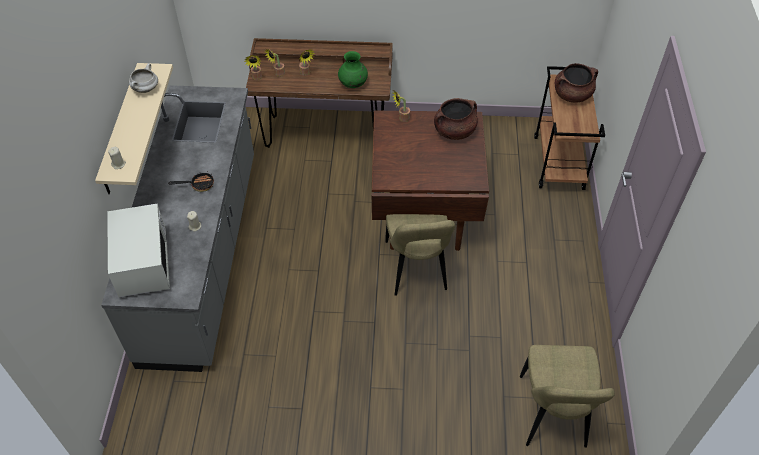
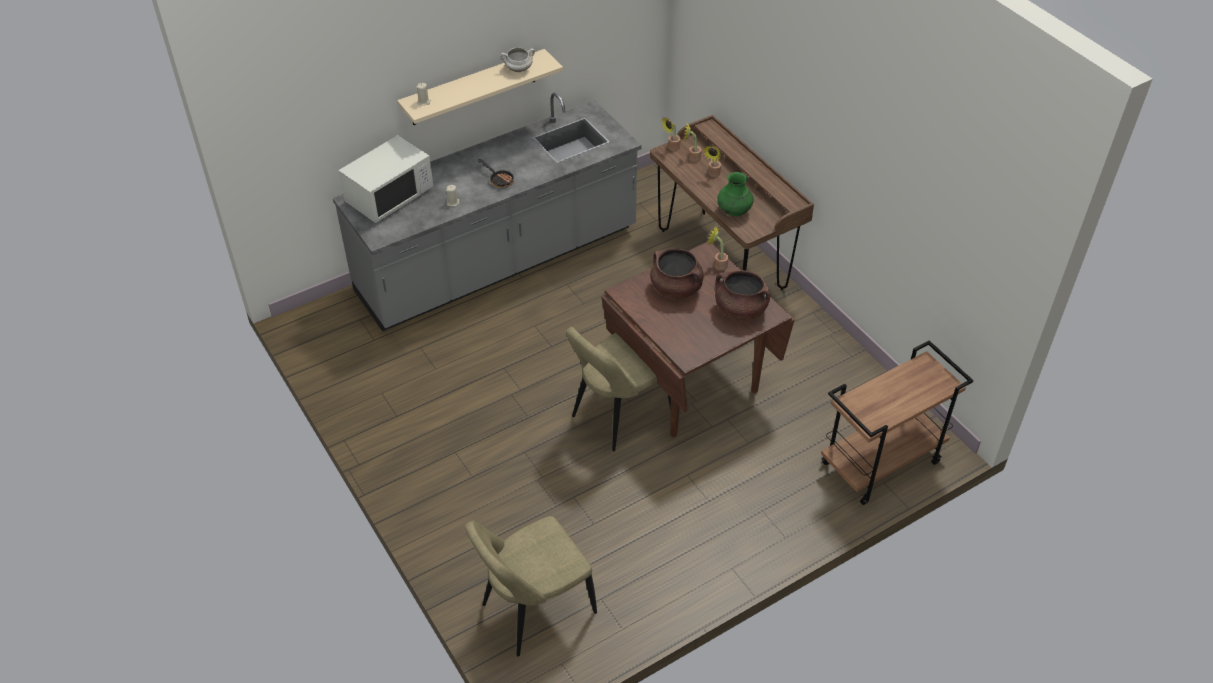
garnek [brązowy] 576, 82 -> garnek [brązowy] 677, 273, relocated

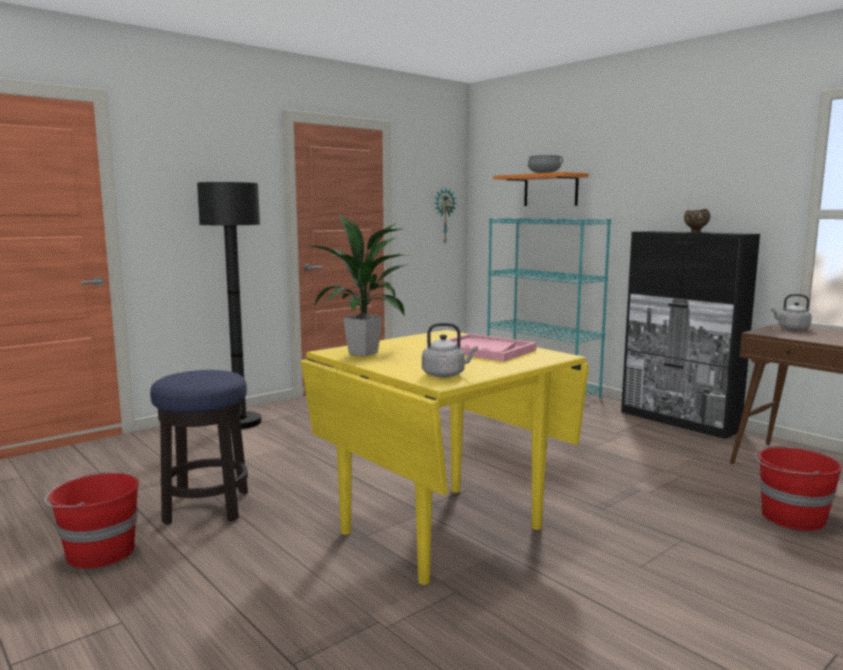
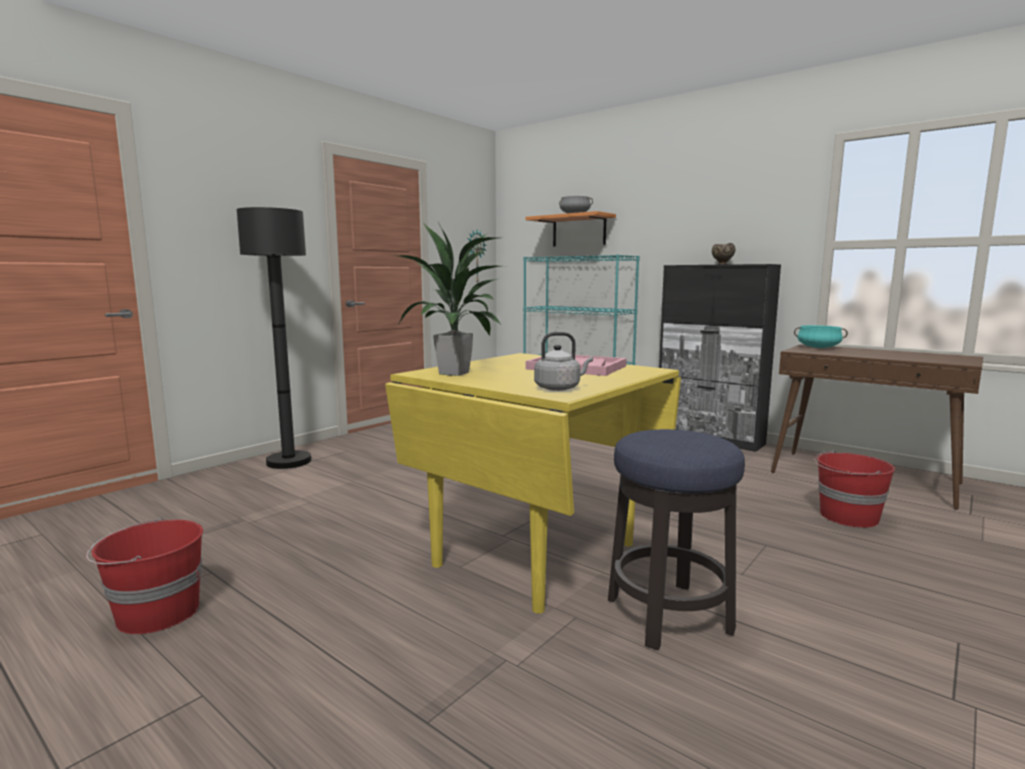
czajnik [szary] 791, 312 -> garnek [turkusowy] 821, 336
stołek 199, 447 -> stołek 676, 539, relocated

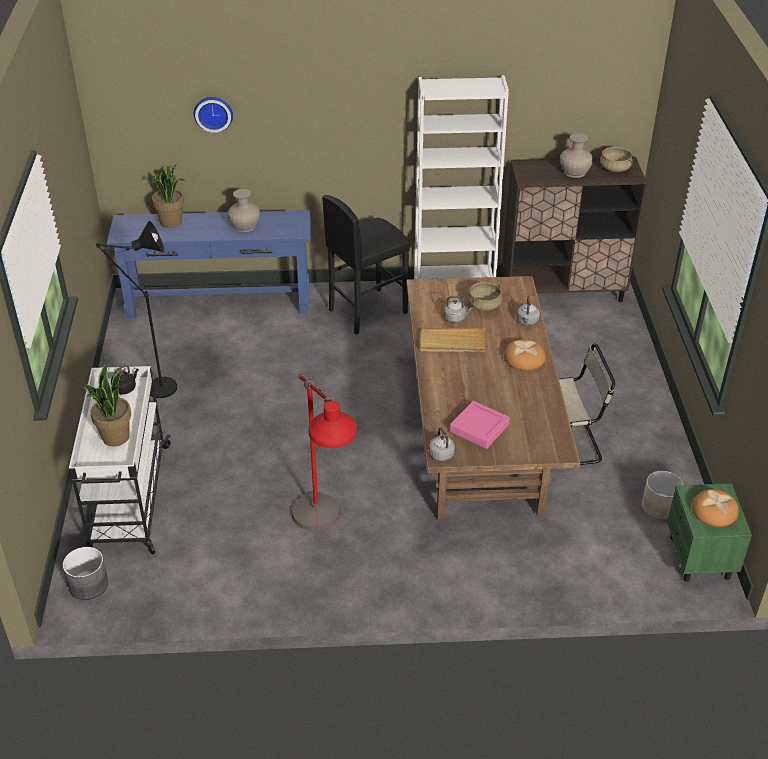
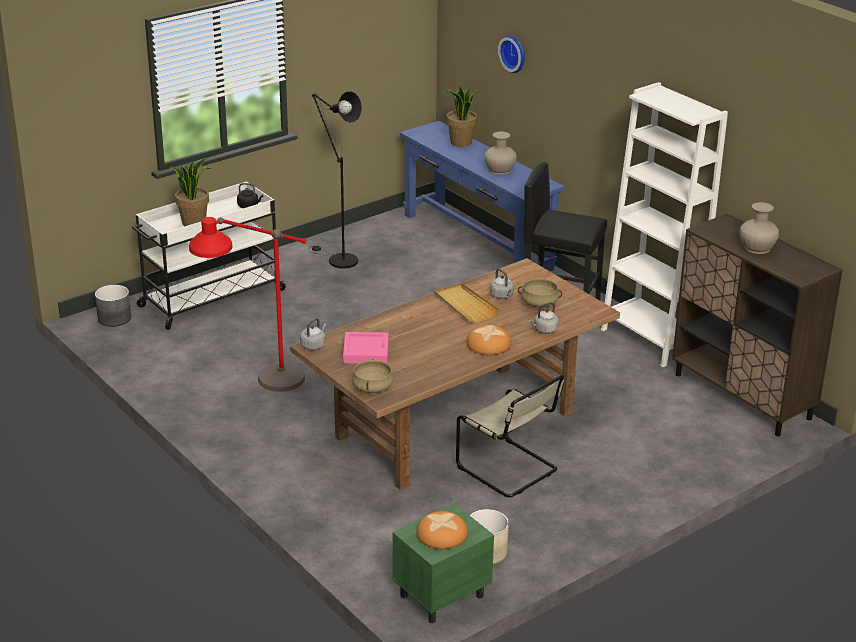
garnek [beżowy] 616, 159 -> garnek [beżowy] 372, 376, relocated

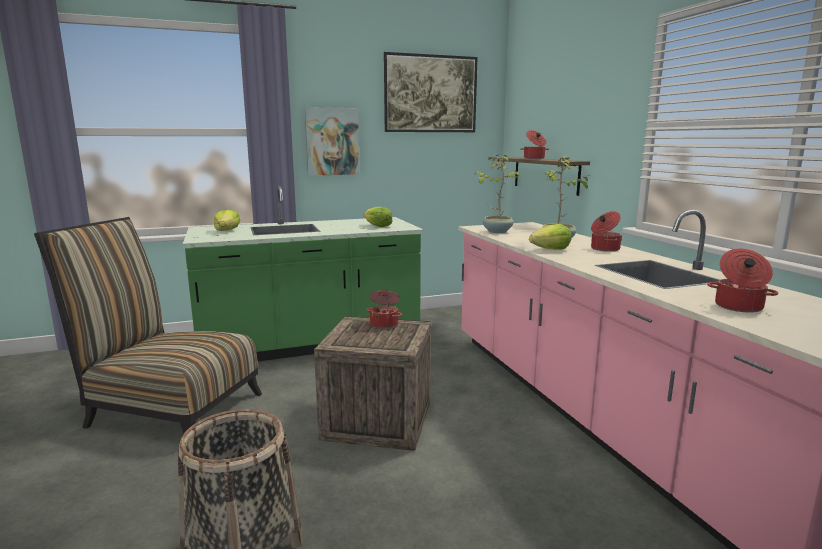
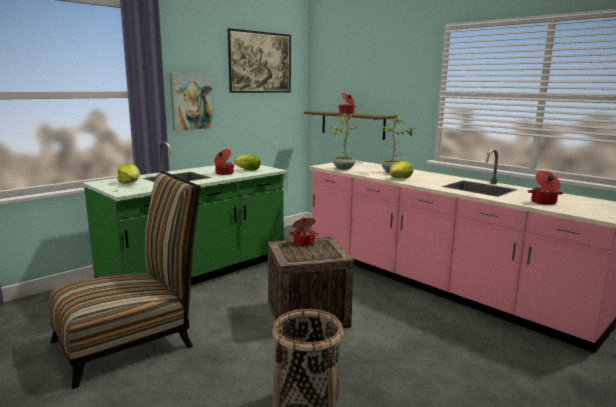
garnek 606, 231 -> garnek 224, 162, relocated
krzesło 148, 325 -> krzesło 124, 280, 150 degrees clockwise

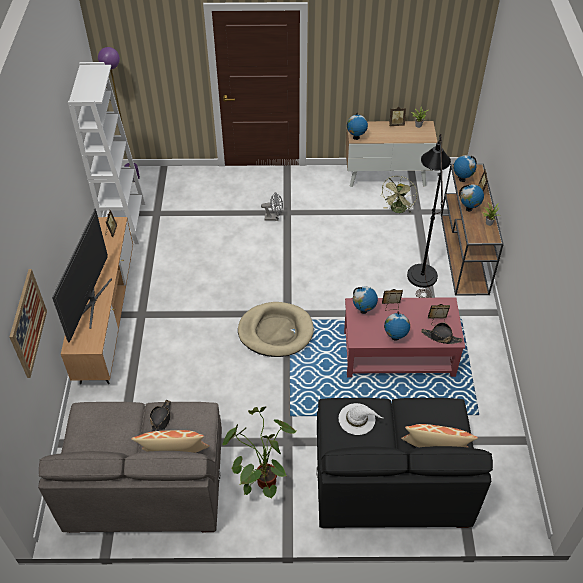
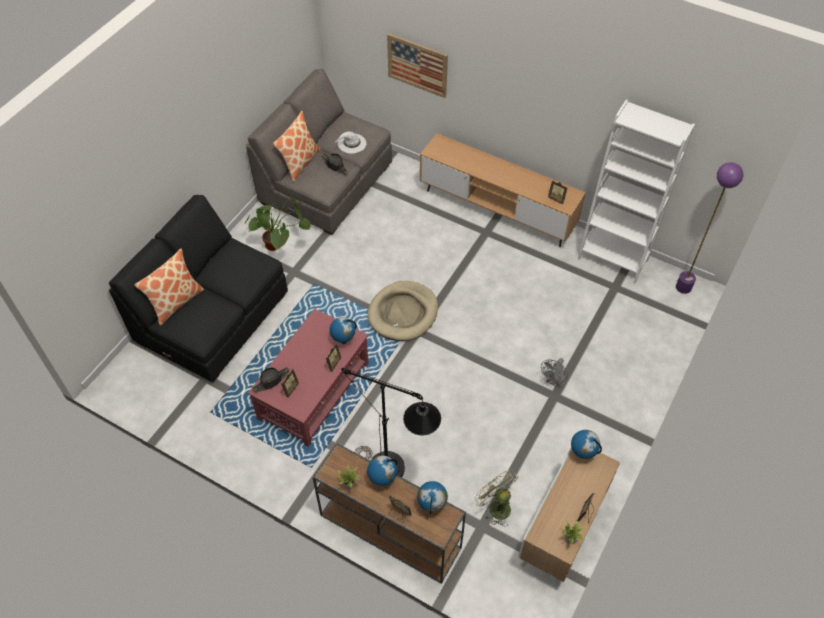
telewizor 82, 275 -> none
globus 397, 326 -> none
kapelusz [biały] 361, 419 -> kapelusz [biały] 350, 142, relocated

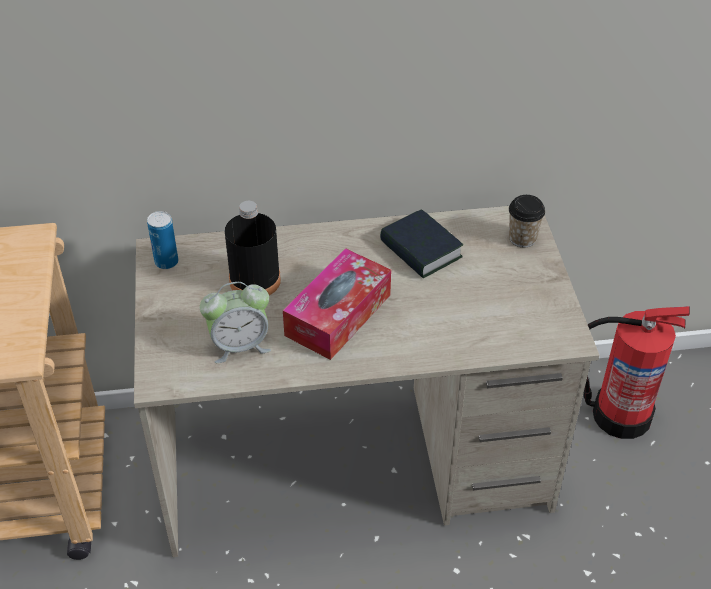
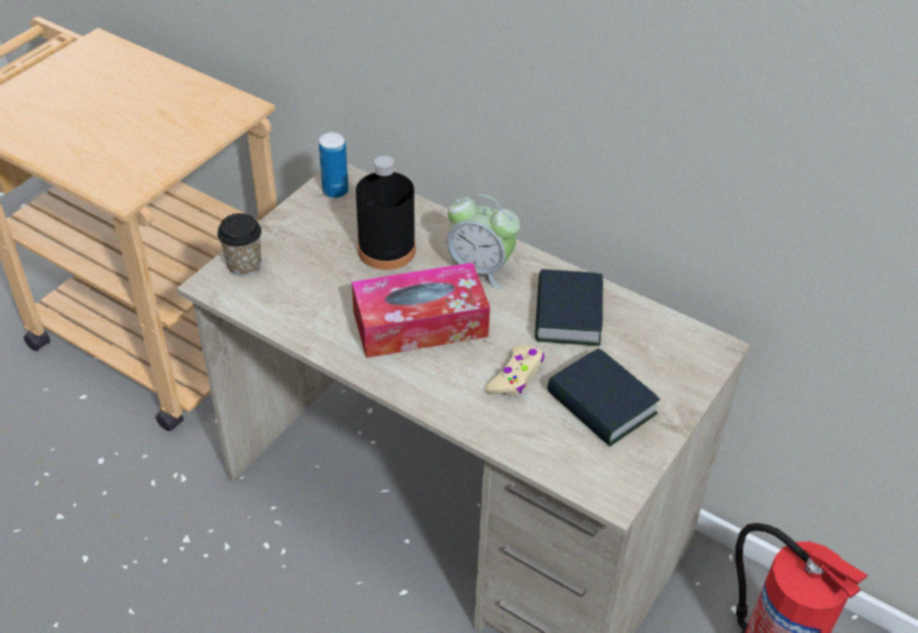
filiżanka 527, 221 -> filiżanka 239, 245, relocated
budzik 235, 322 -> budzik 483, 241, relocated
none -> pad do gier [beżowy] 514, 370
none -> książka 603, 397

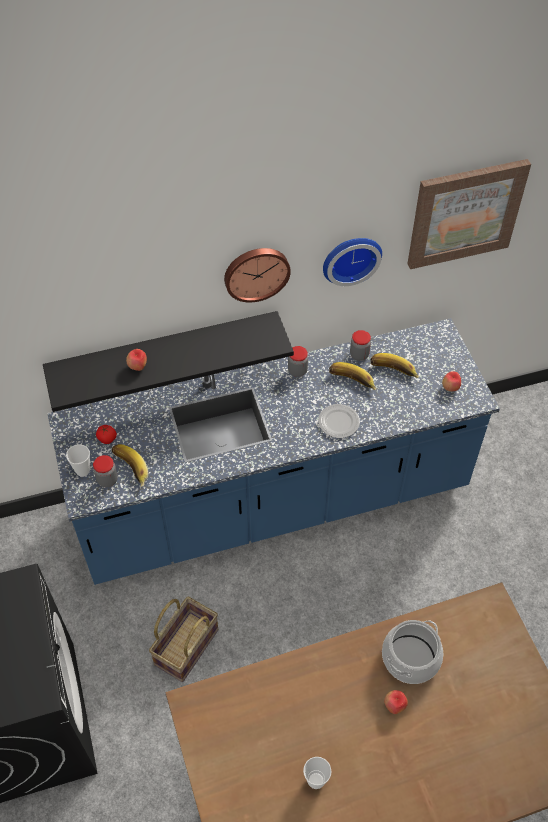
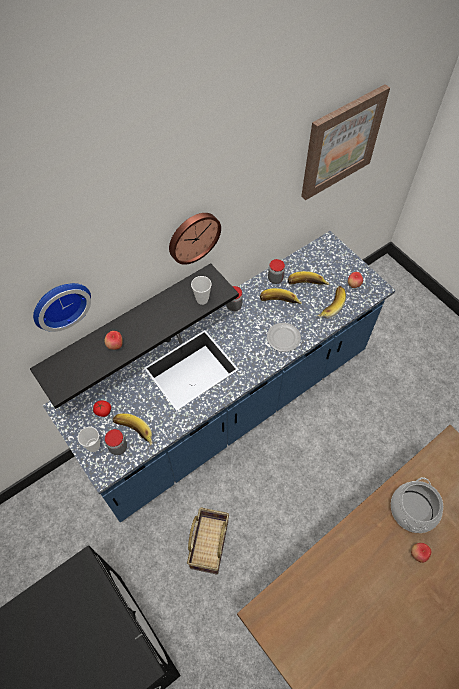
zegar ścienny 352, 262 -> zegar ścienny 62, 307, relocated
filiżanka 317, 773 -> filiżanka 201, 290, relocated
none -> banan 332, 302

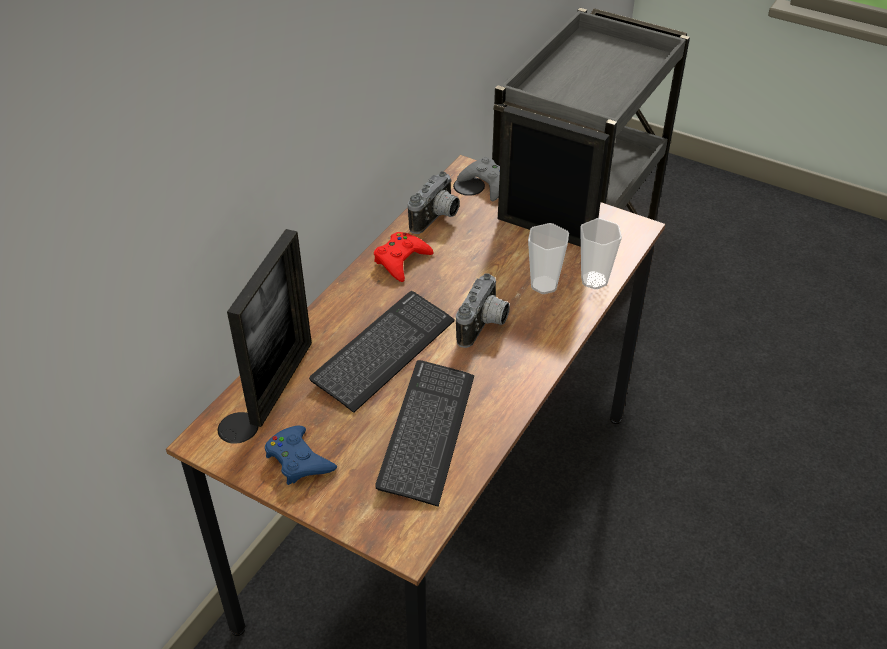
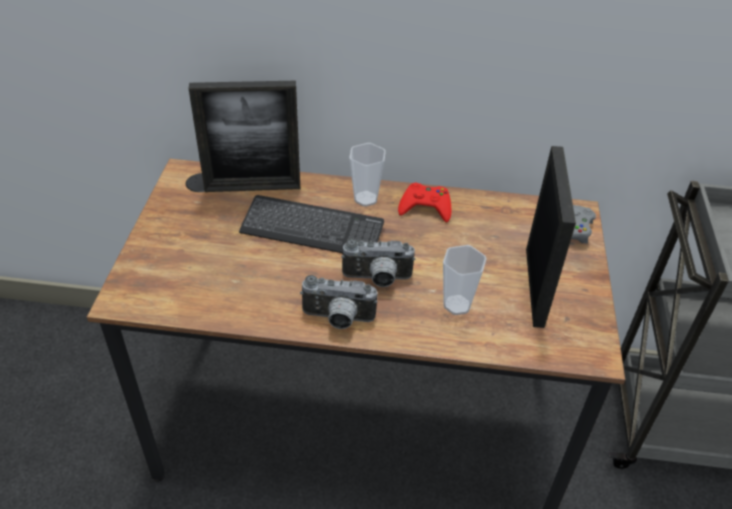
aparat fotograficzny 434, 202 -> aparat fotograficzny 339, 302, relocated
filiżanka 601, 253 -> filiżanka 367, 175, relocated
klawiatura 424, 433 -> none
pad do gier [niebieski] 301, 455 -> none

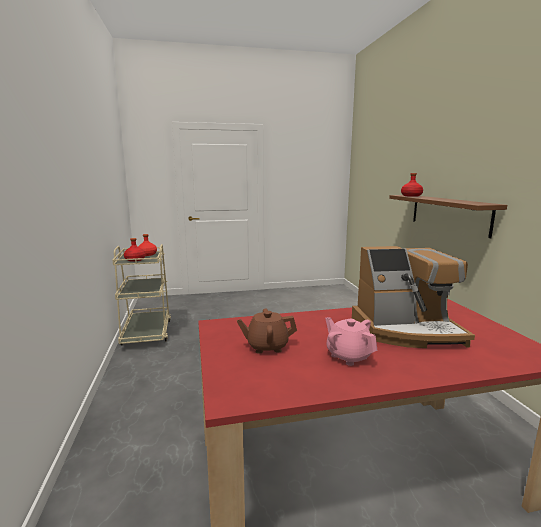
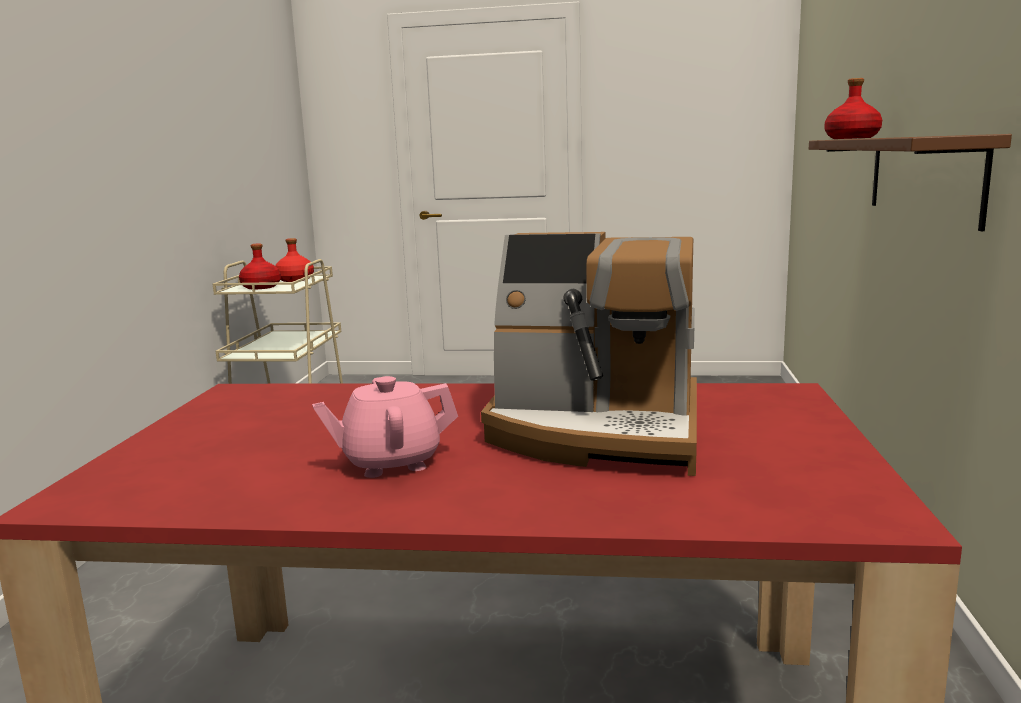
imbryk [brązowy] 267, 331 -> none
imbryk [różowy] 351, 341 -> imbryk [różowy] 385, 427, 90 degrees counterclockwise

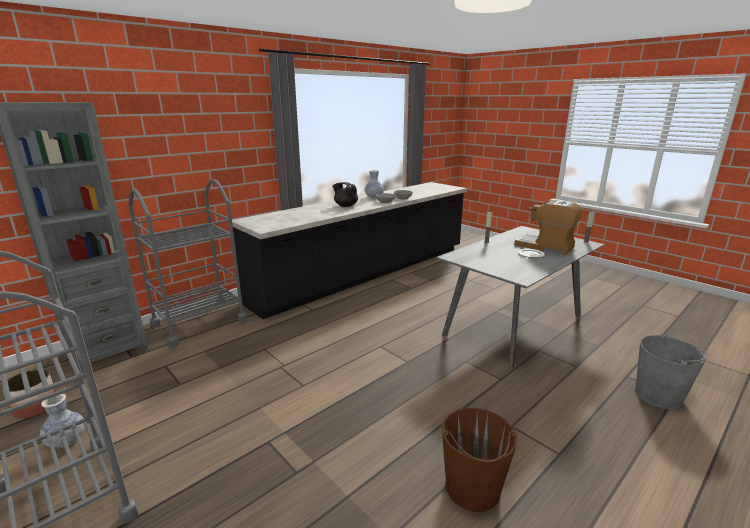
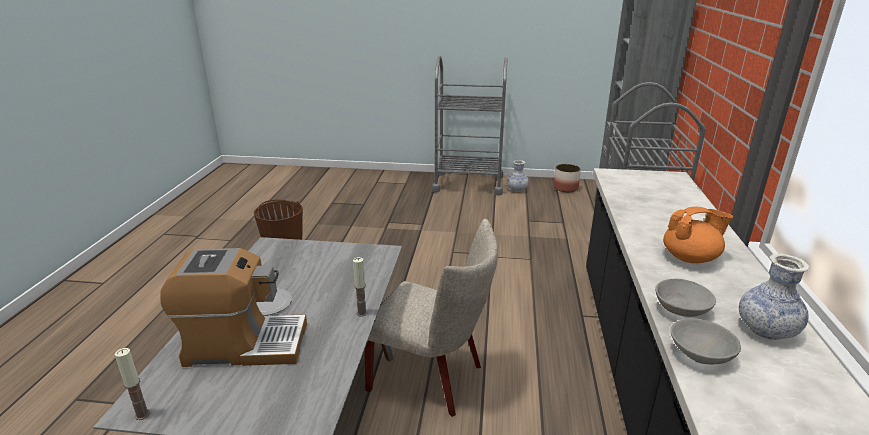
imbryk [czarny] 345, 194 -> imbryk [pomarańczowy] 698, 234
wiadro [szary] 671, 372 -> none
none -> krzesło [beżowy] 431, 318

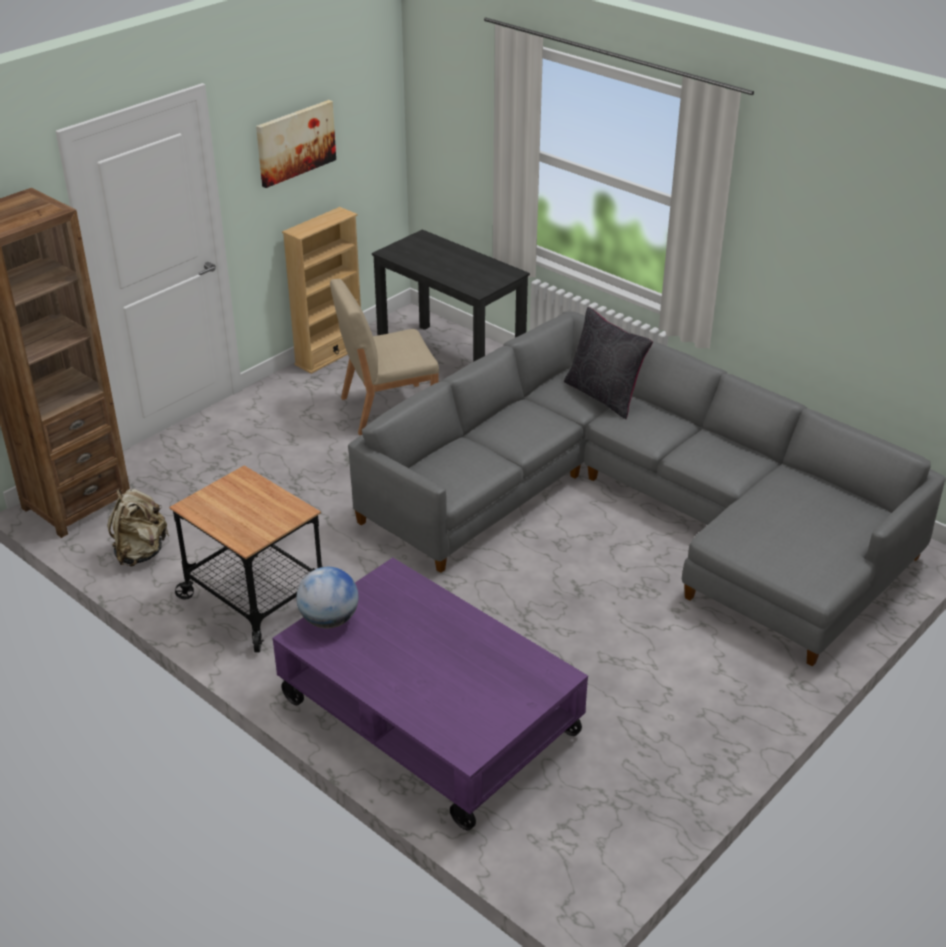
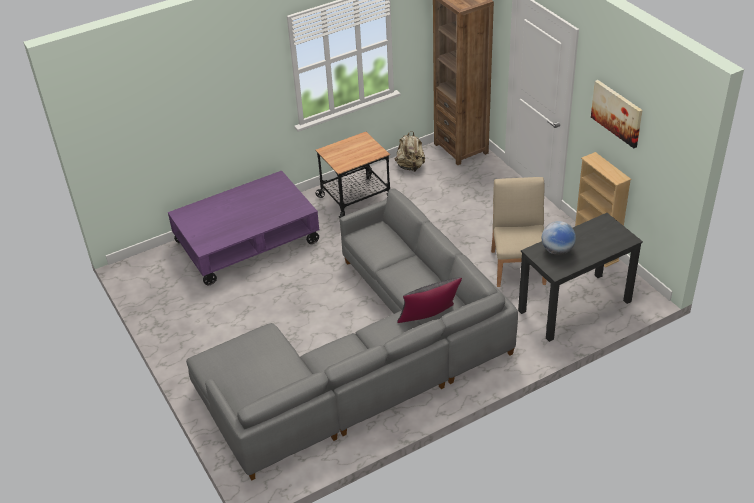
globus 327, 597 -> globus 559, 238, relocated

